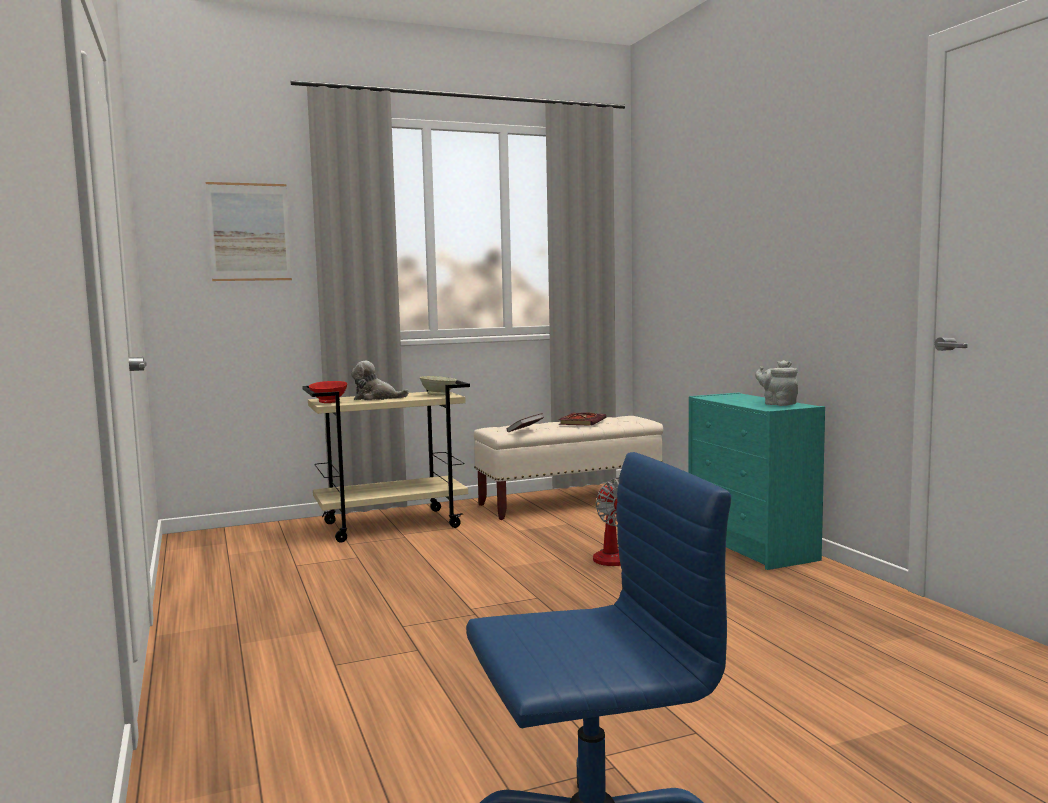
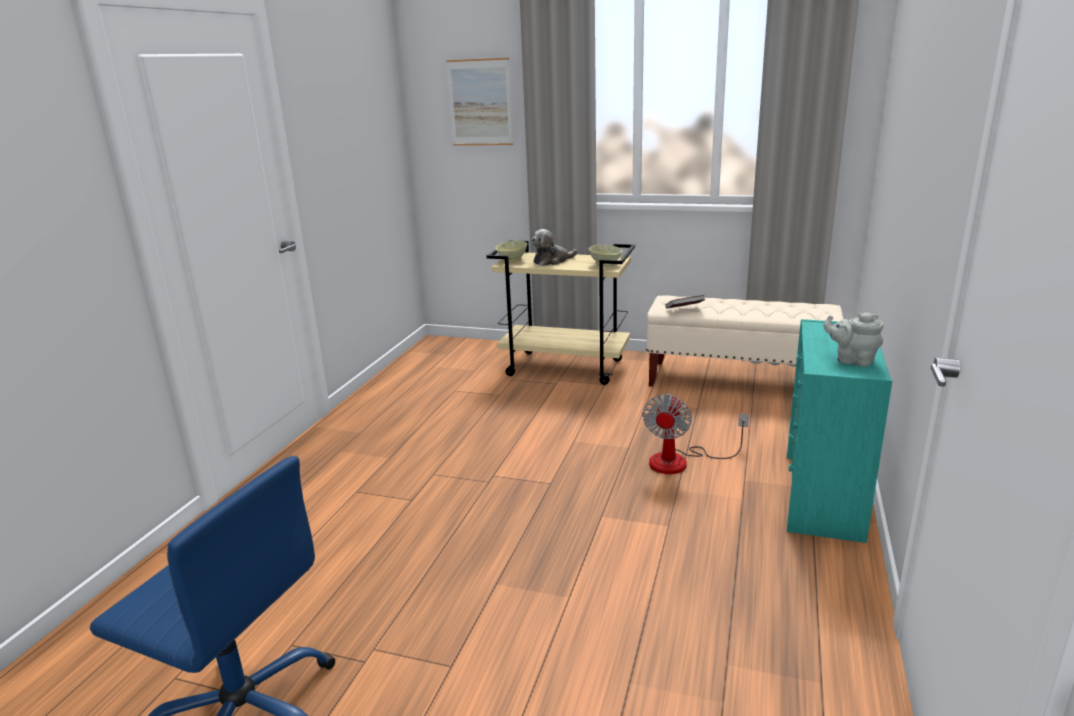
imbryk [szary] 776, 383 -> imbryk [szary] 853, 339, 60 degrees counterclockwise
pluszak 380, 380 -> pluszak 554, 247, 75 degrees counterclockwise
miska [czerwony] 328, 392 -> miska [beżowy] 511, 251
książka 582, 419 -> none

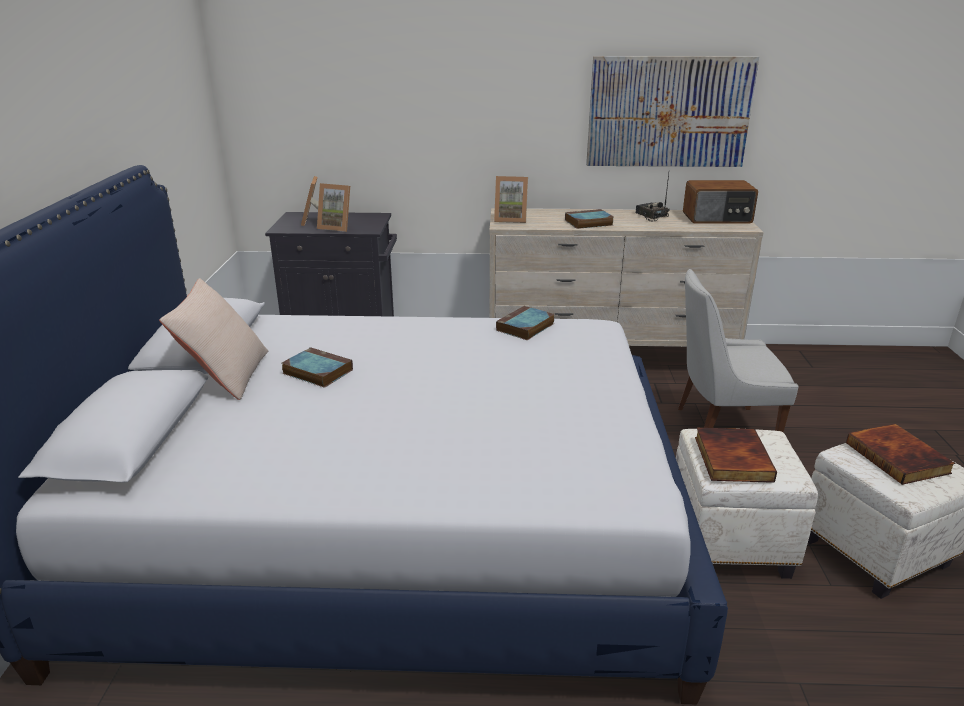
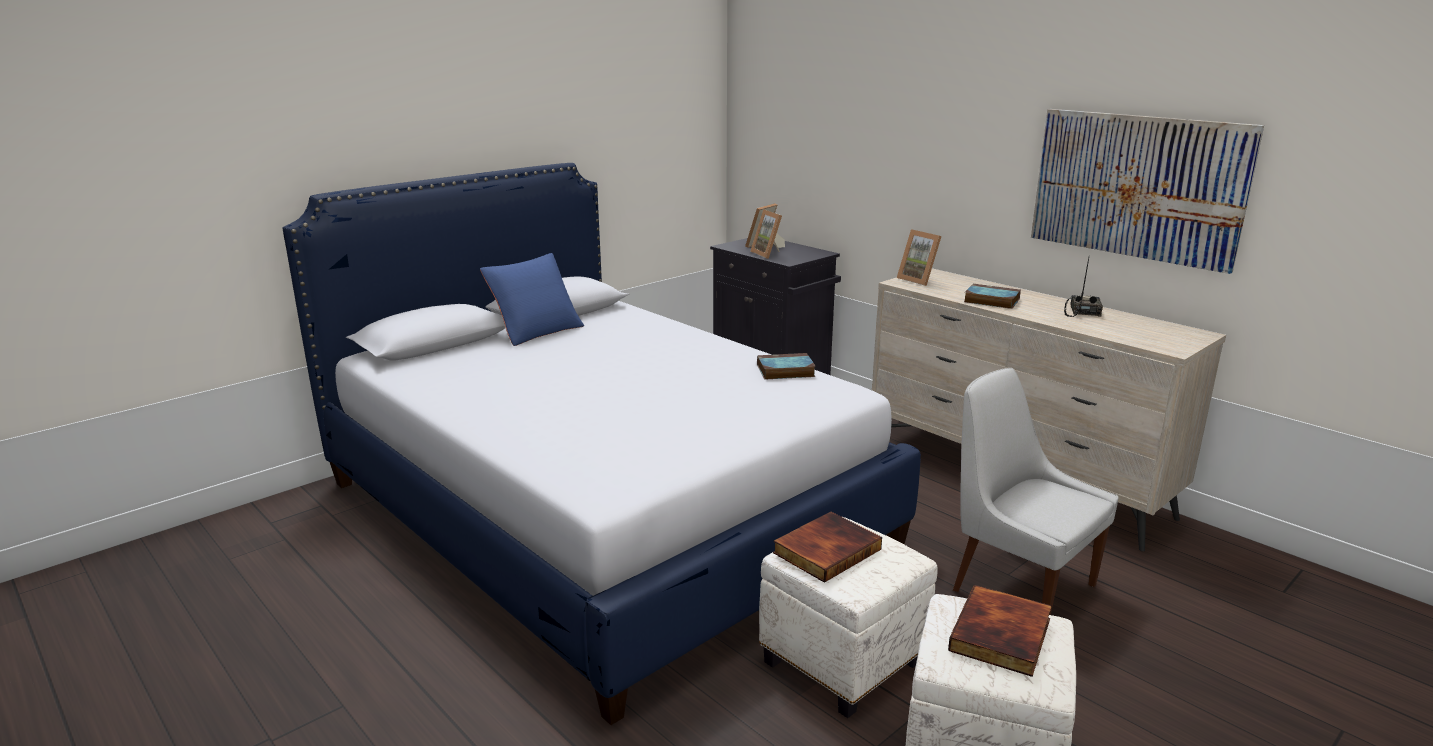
radio 720, 202 -> none
poduszka [beżowy] 213, 339 -> poduszka [niebieski] 532, 299
książka 317, 367 -> none

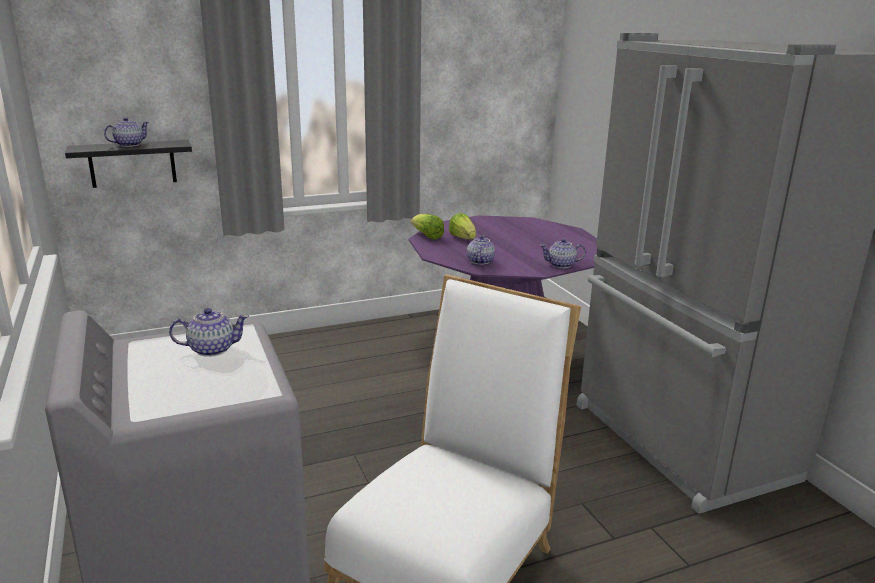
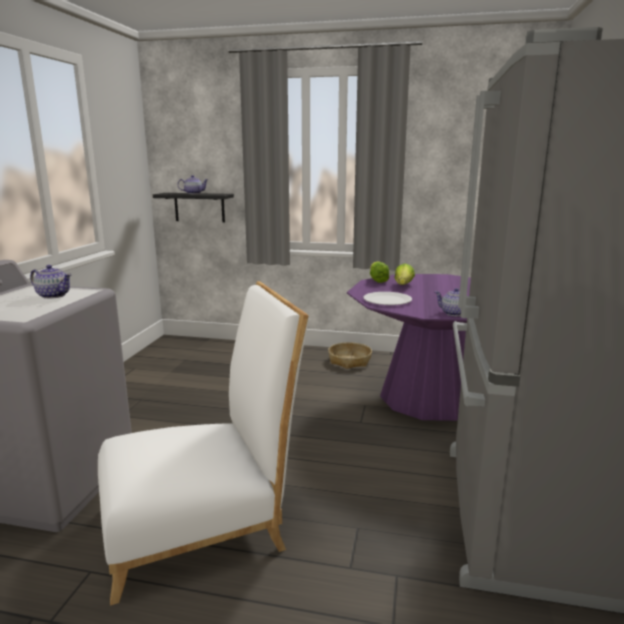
imbryk 481, 250 -> talerz [biały] 387, 298
none -> koszyk 350, 355

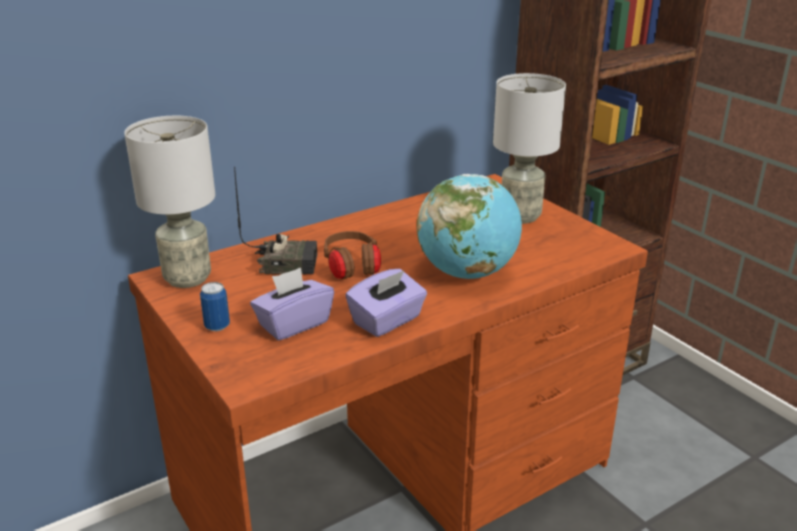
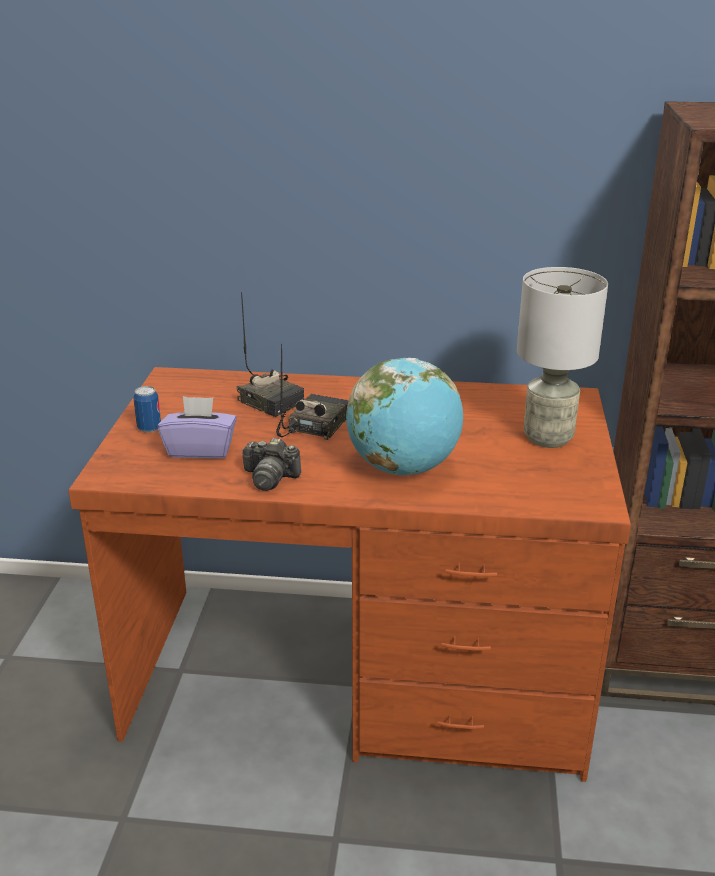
lampa stołowa [szary] 169, 202 -> none
słuchawki [brązowy] 352, 255 -> radio 312, 392
pudełko chusteczek [fioletowy] 386, 303 -> aparat fotograficzny 271, 464

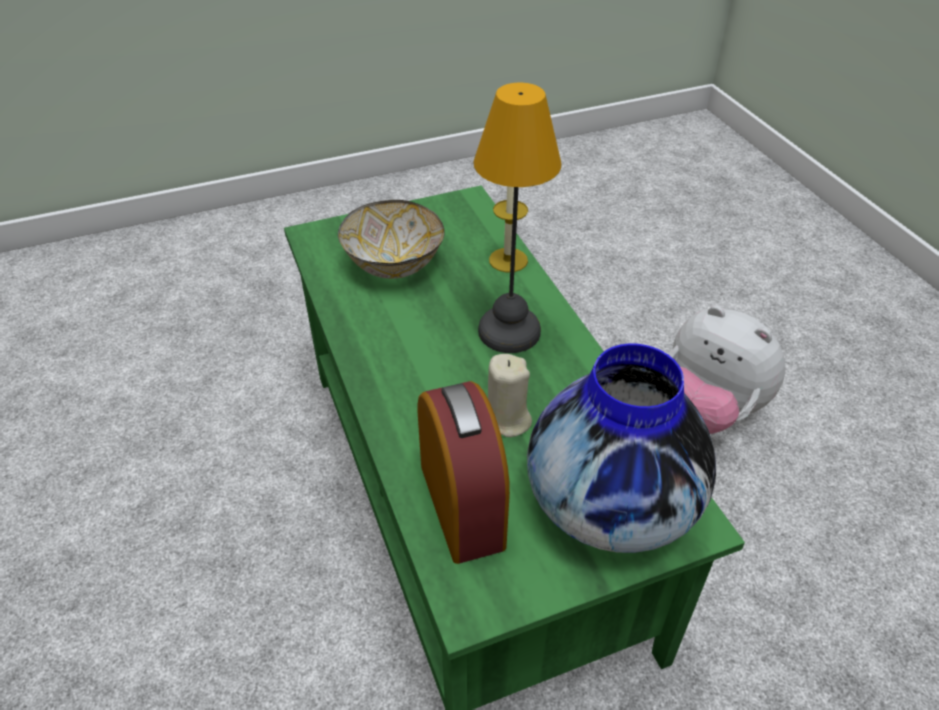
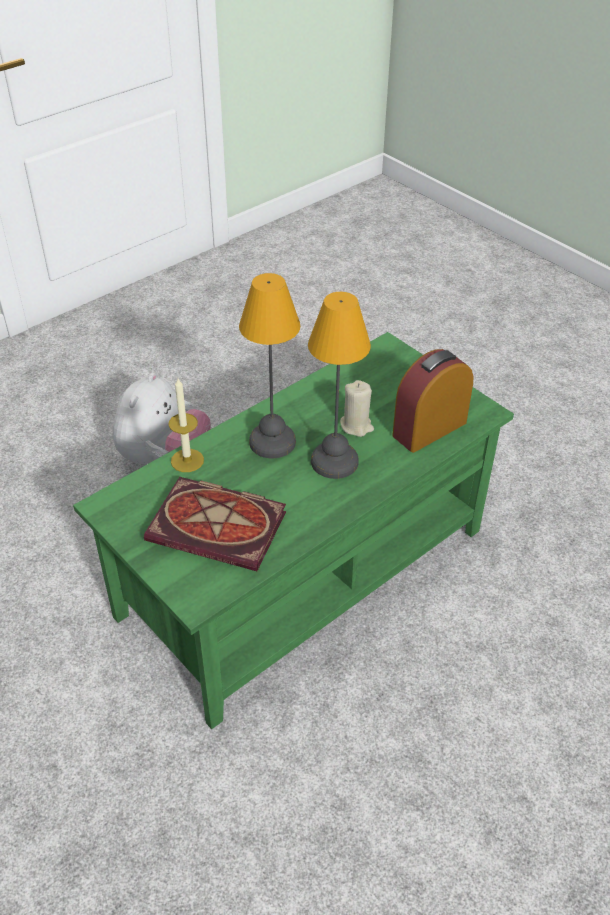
miska 391, 239 -> książka 215, 524
wazon 621, 448 -> none
none -> lampa stołowa 339, 385

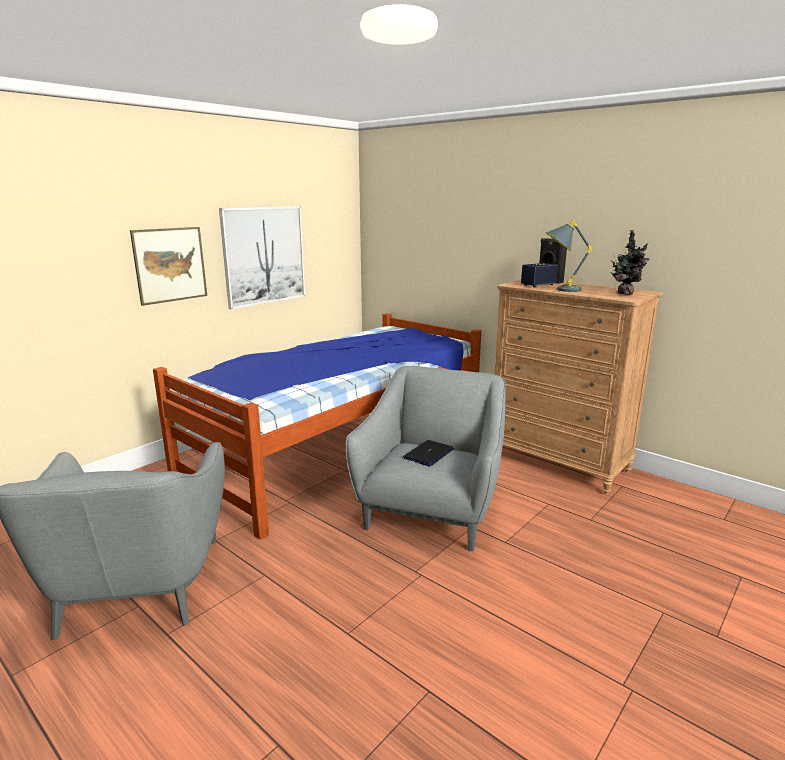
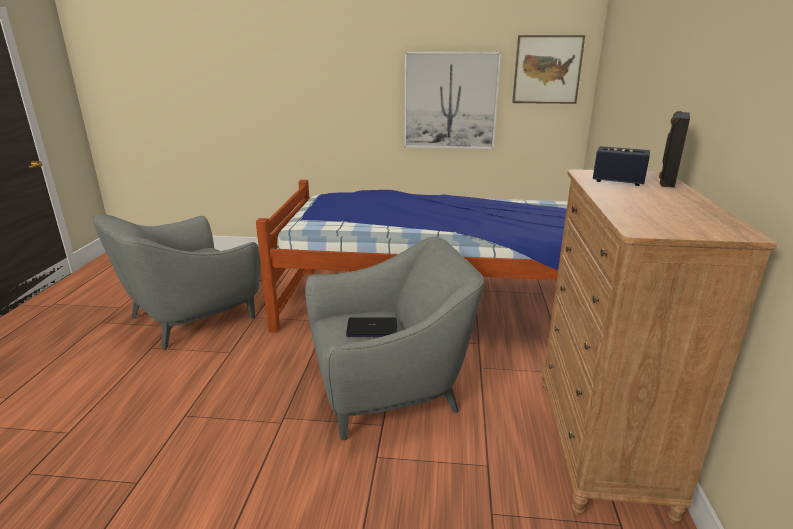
lampa stołowa [szary] 569, 256 -> none
obraz 168, 266 -> obraz 548, 69, relocated
roślina doniczkowa 630, 262 -> none

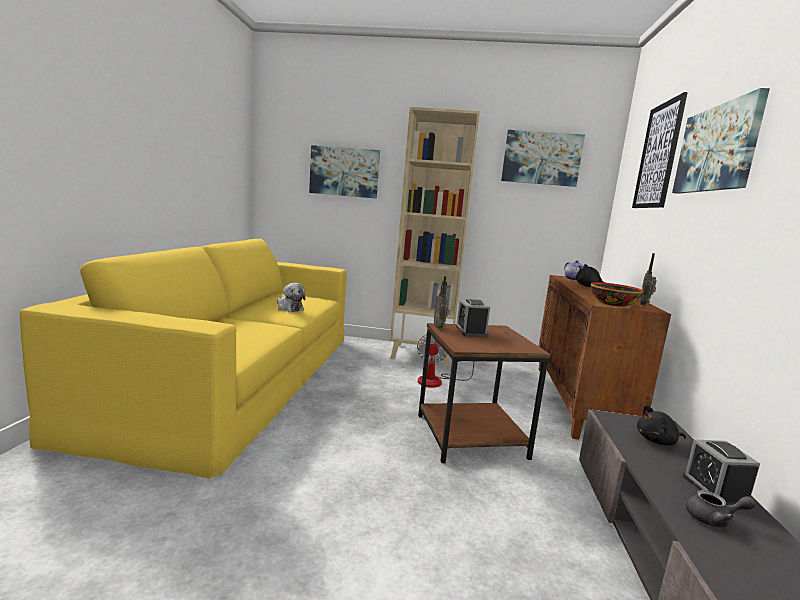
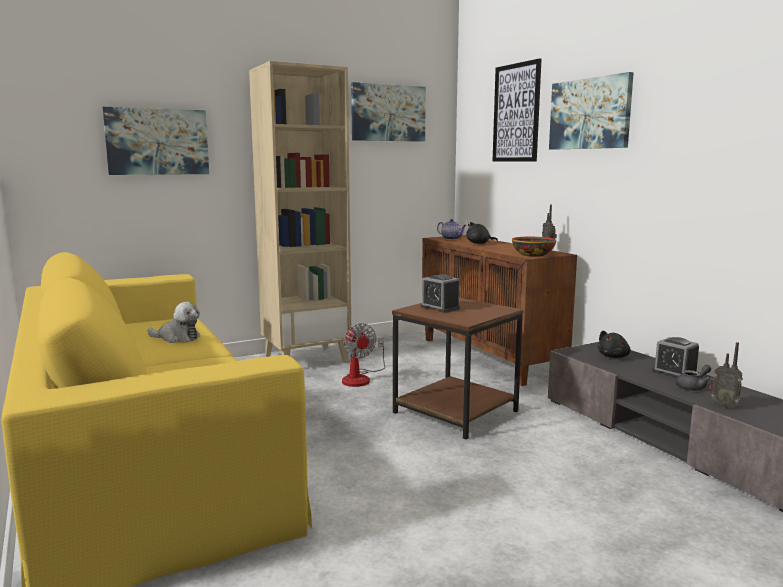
radio 442, 302 -> radio 726, 375, relocated

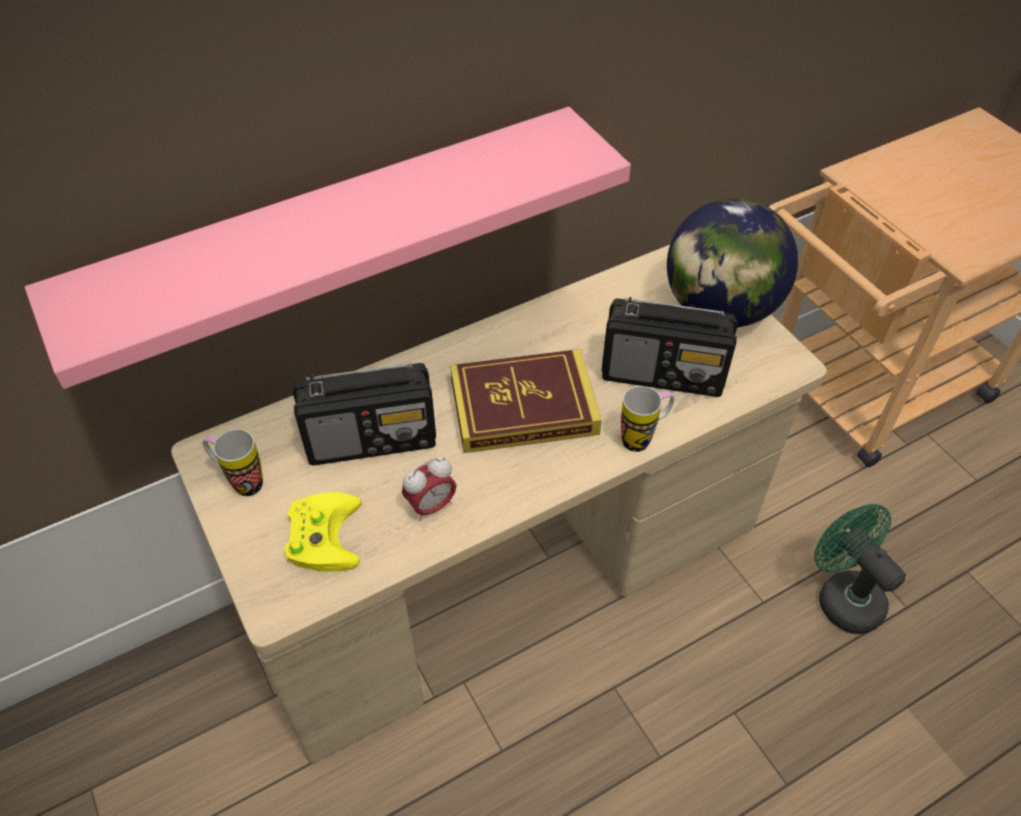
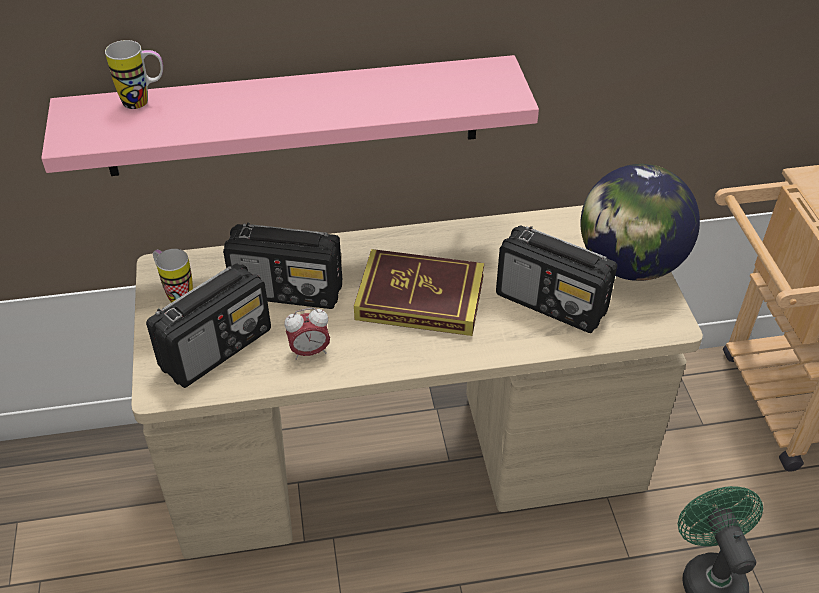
kubek 648, 419 -> kubek 134, 74, relocated
pad do gier [żółty] 323, 532 -> radio 208, 325

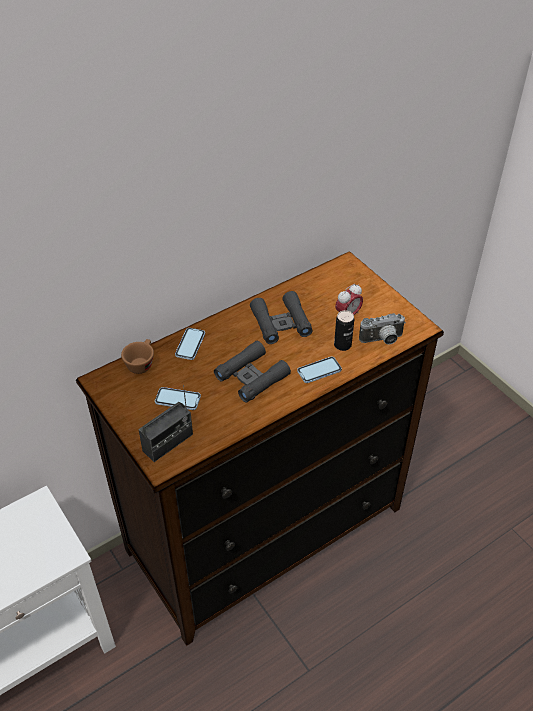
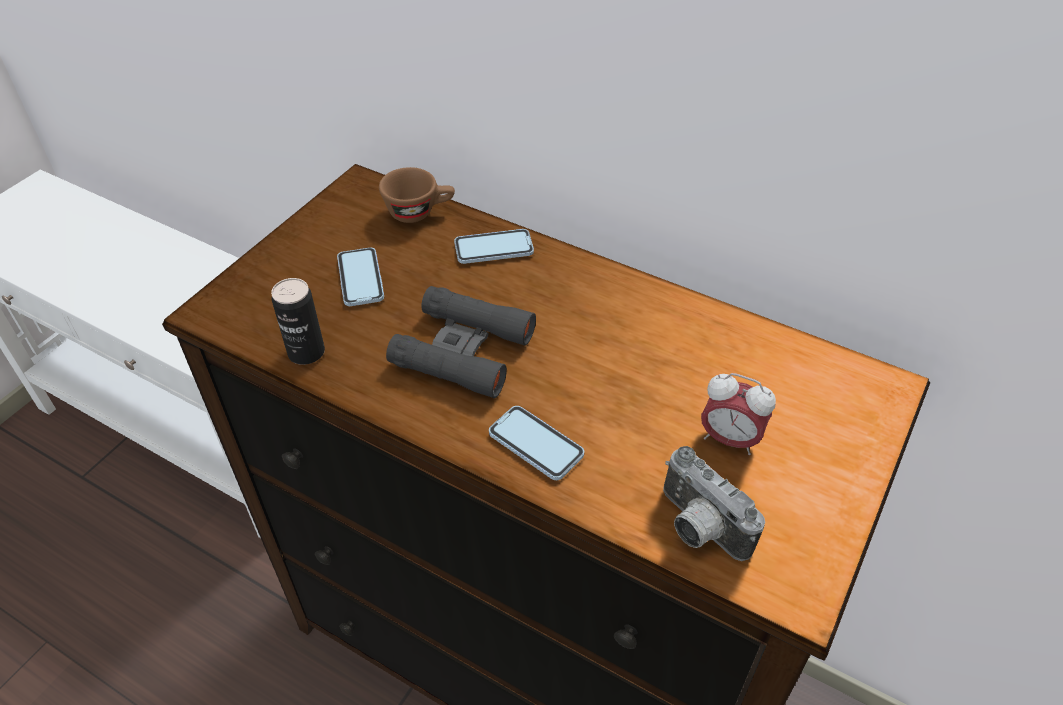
lornetka [czarny] 281, 317 -> none
puszka 344, 330 -> puszka 298, 321, relocated
radio 165, 423 -> none

